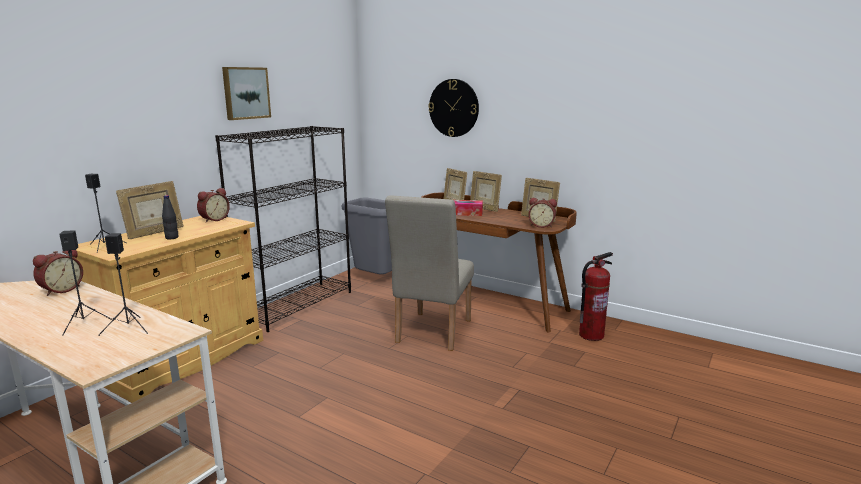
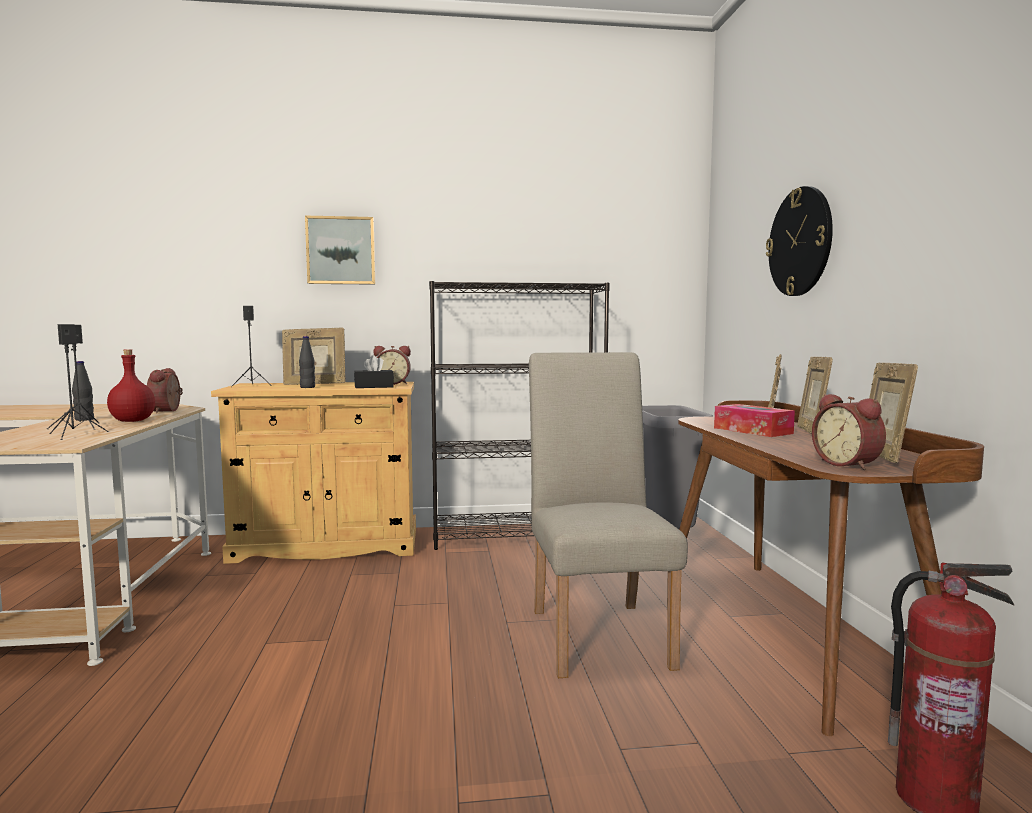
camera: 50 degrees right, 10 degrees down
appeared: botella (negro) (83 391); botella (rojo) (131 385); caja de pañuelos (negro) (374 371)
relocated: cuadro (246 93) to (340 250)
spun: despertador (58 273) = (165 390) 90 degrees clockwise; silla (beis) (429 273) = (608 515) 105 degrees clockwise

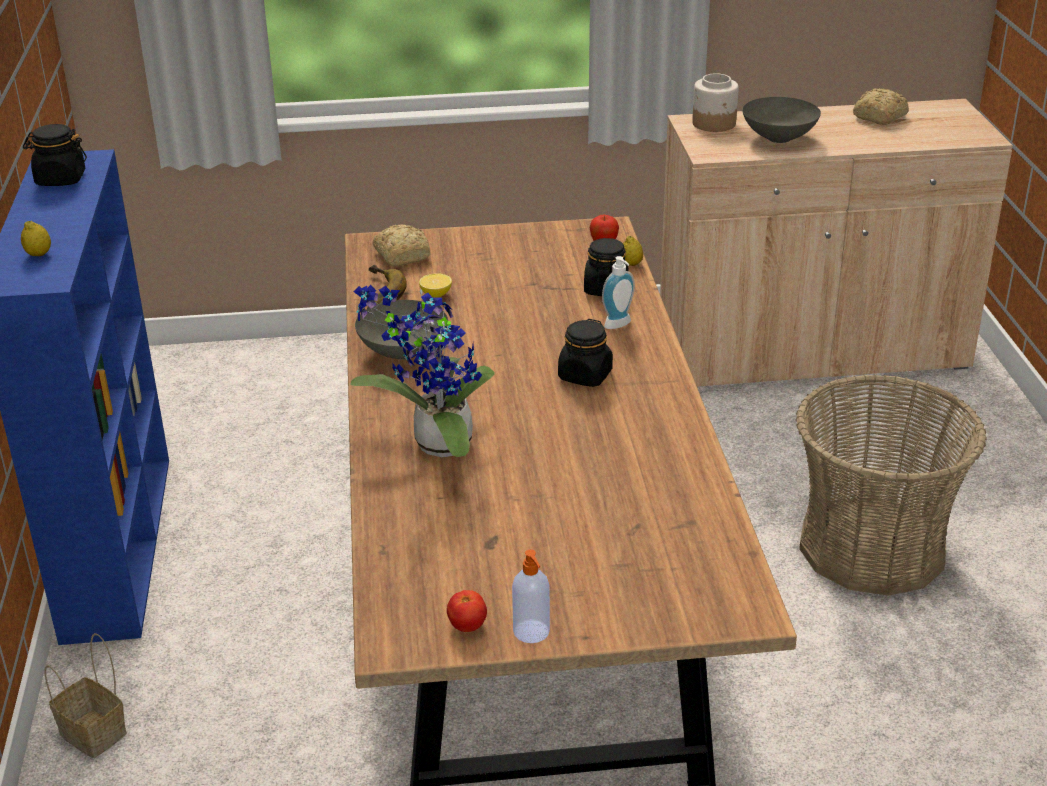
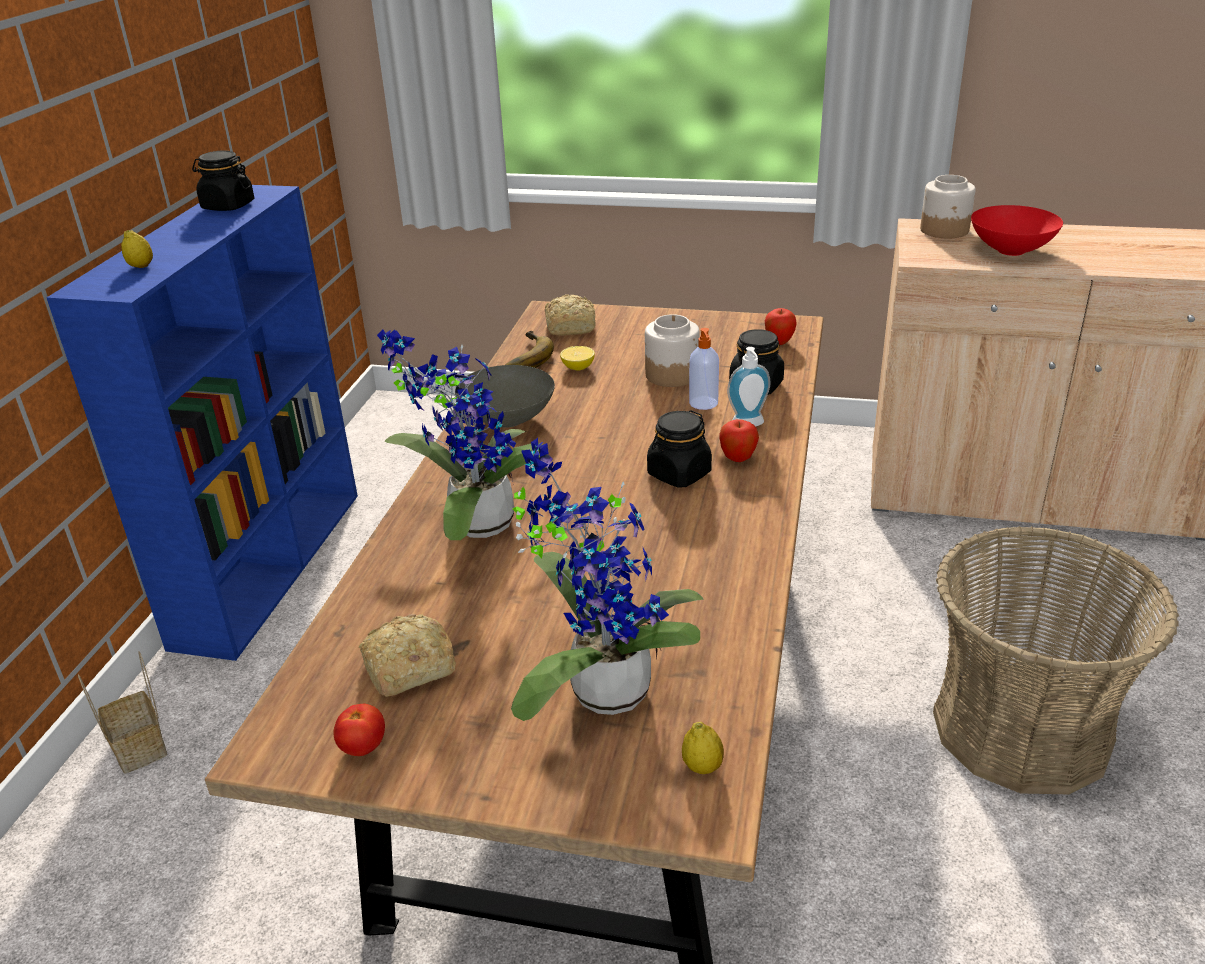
camera: 20 degrees right, 0 degrees up
appeared: planta en maceta (607 579); tarro (672 350); manzana (739 440)
relocated: dispensador de jabón (531 596) to (704 369); limón (633 251) to (703 748); pan (881 106) to (407 655)
colour: cuenco (gris) (781 120) to cuenco (rojo) (1017 230)

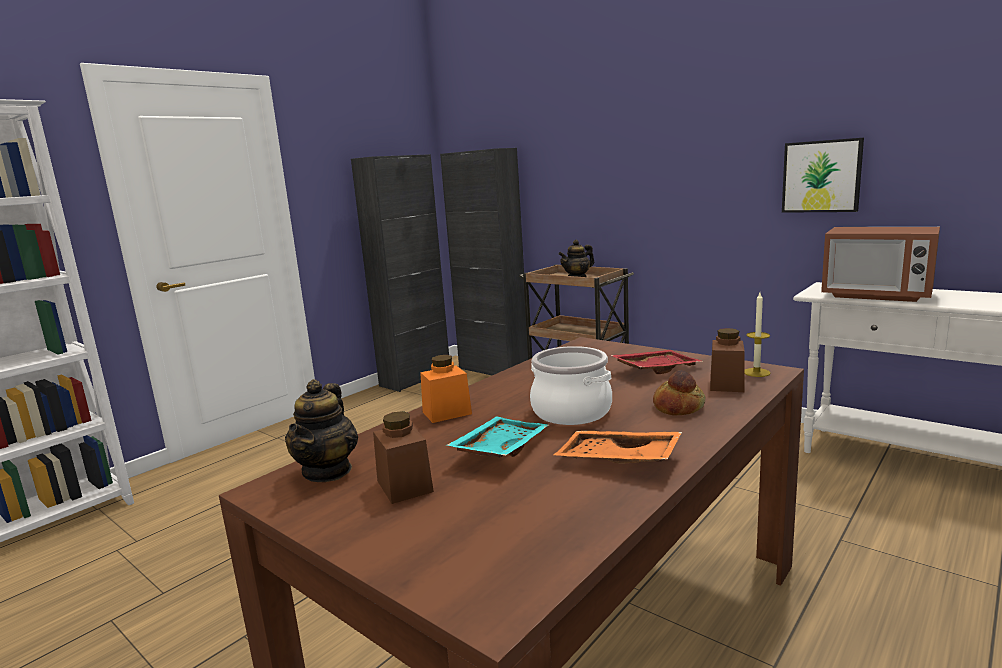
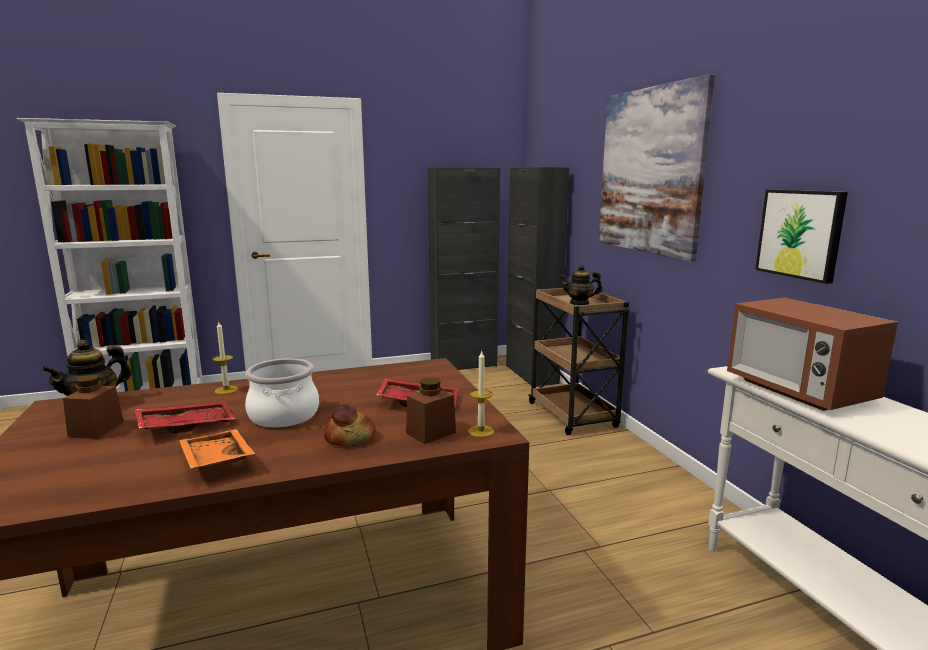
camera: 30 degrees right, 0 degrees up
appeared: cuadro (657 168)
exchanged: tarro (naranja) (446 389) to vela (225 358)
colour: bandeja (turquesa) (497 436) to bandeja (rojo) (185 417)

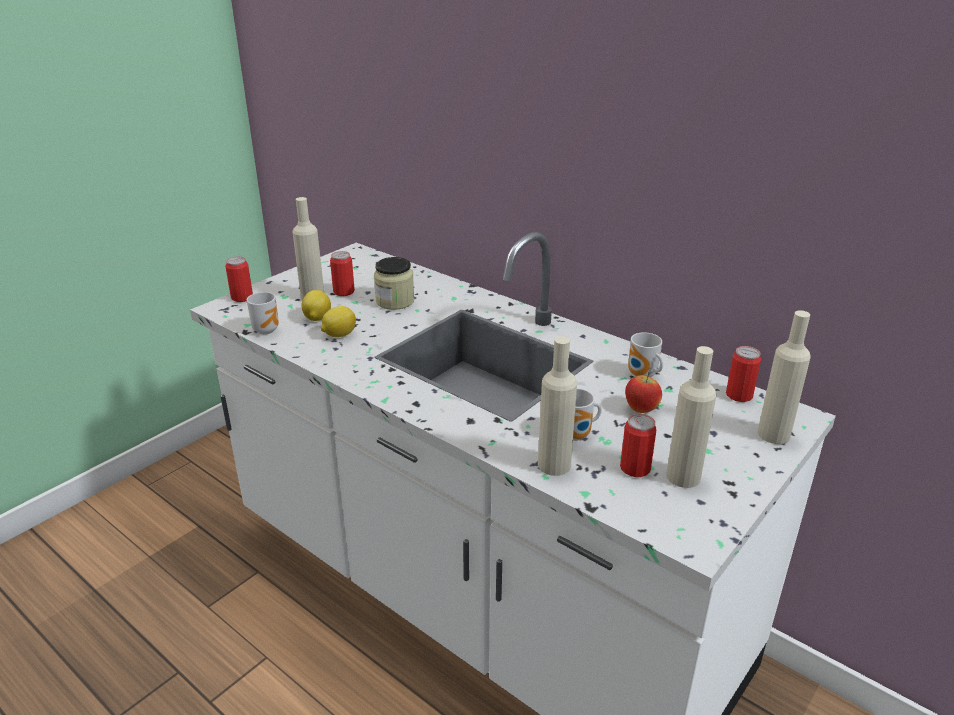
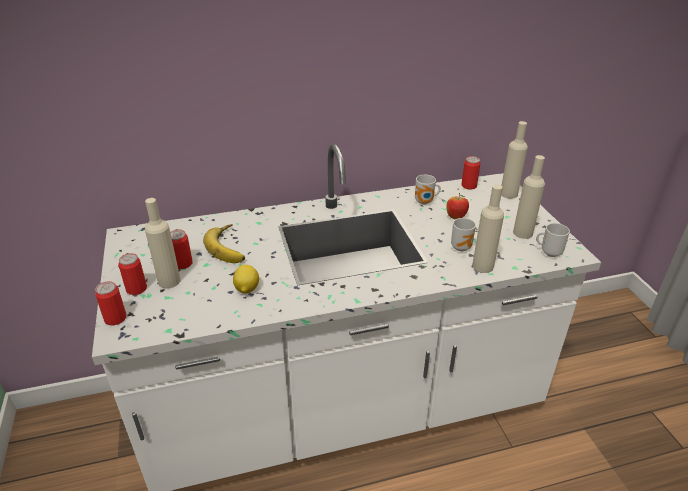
camera: 55 degrees left, 5 degrees up
missing: limón (316 305)
relocated: taza grande (263 313) to (553 240); lata (638 445) to (132 274)
exchanged: tarro (394 283) to plátano (224 243)

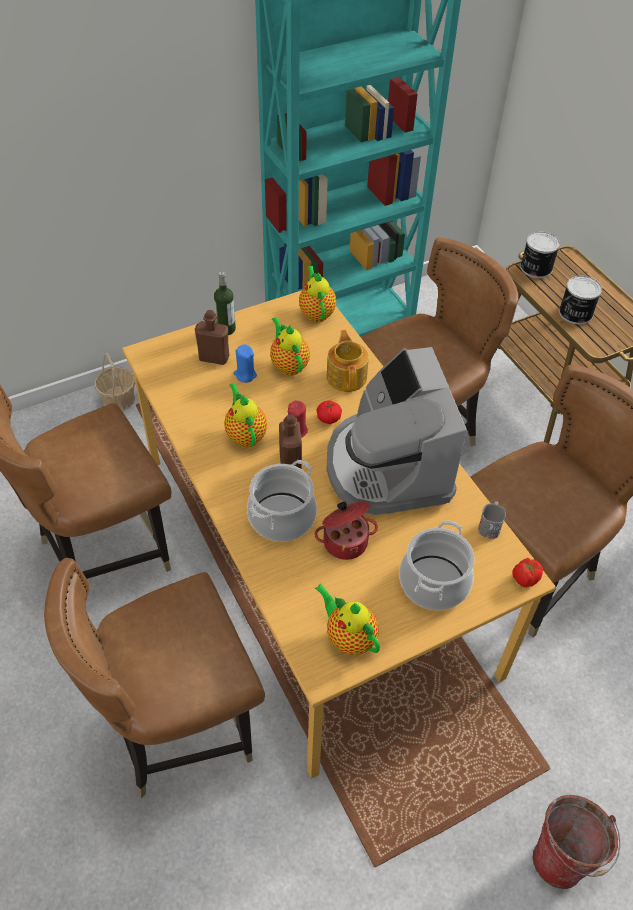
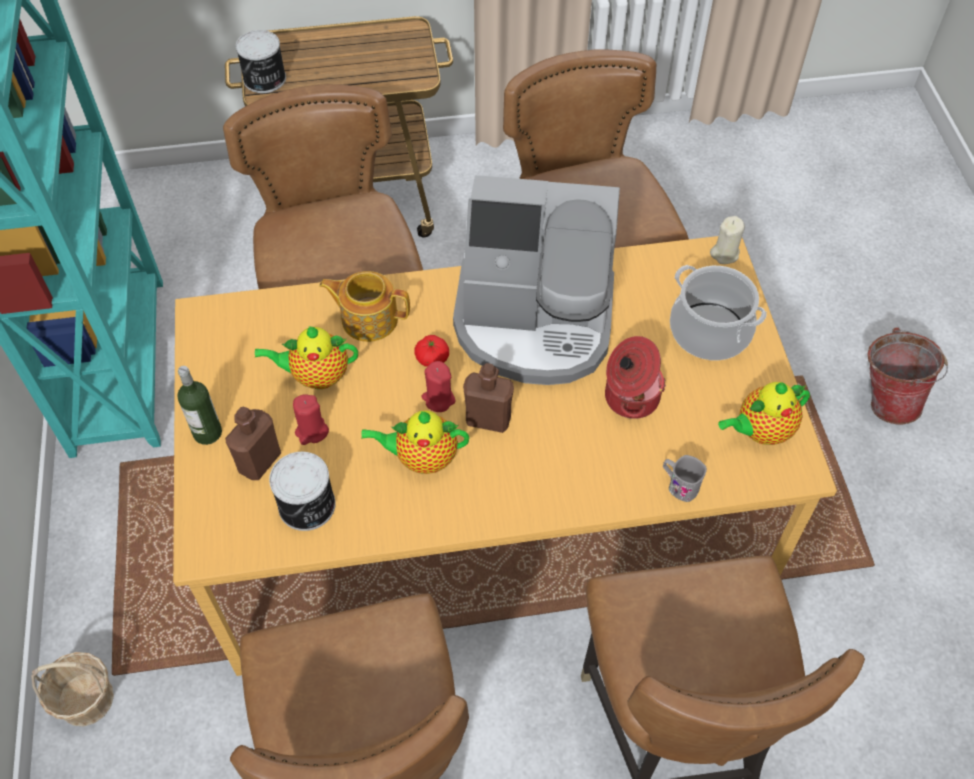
camera: 70 degrees left, 5 degrees up
missing: olla (282 501); tetera (317 294)
relocated: taza grande (gris) (492 520) to (685 478); lata (580 300) to (302 491)
exchanged: tomate (527 572) to vela (beis) (727 240)
colour: vela (azul) (245 364) to vela (rojo) (311 419)

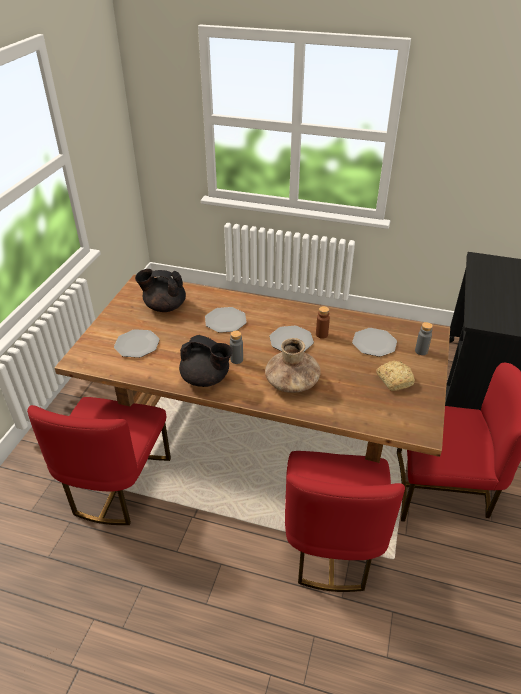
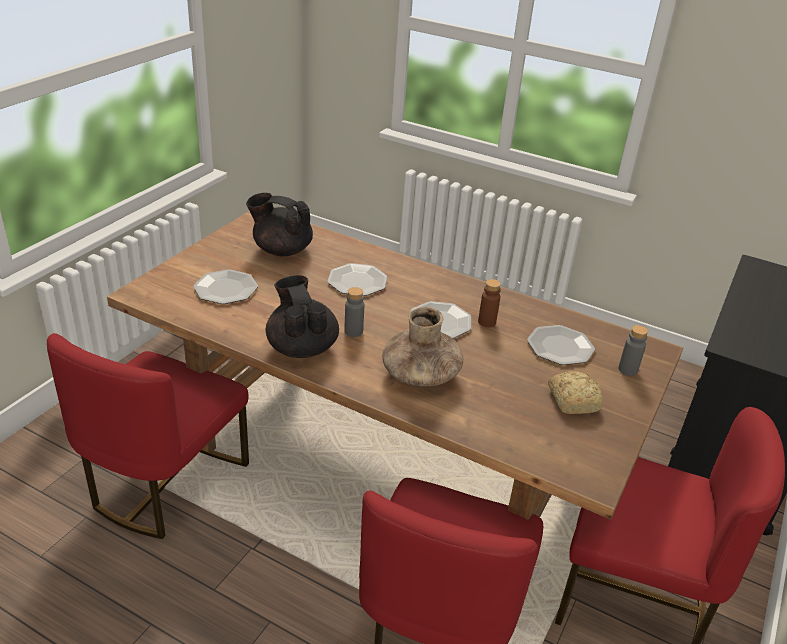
camera: 10 degrees right, 5 degrees down
spun: tetera (negro) (206 361) = (302 316) 150 degrees counterclockwise

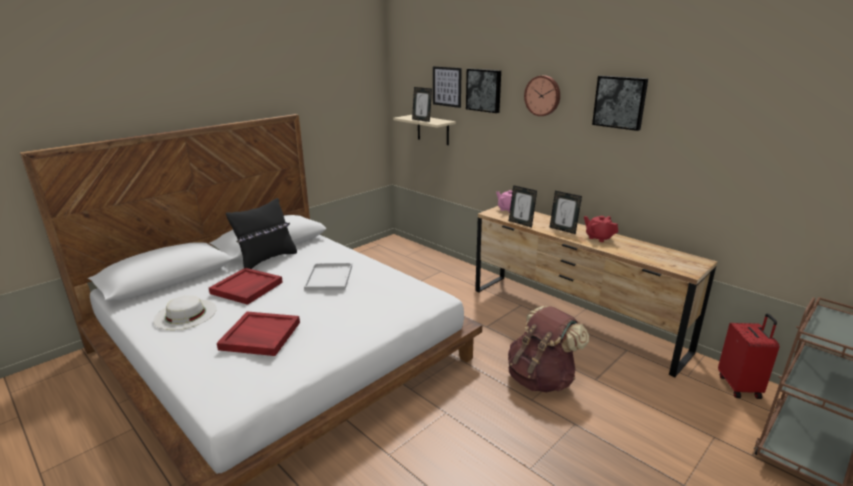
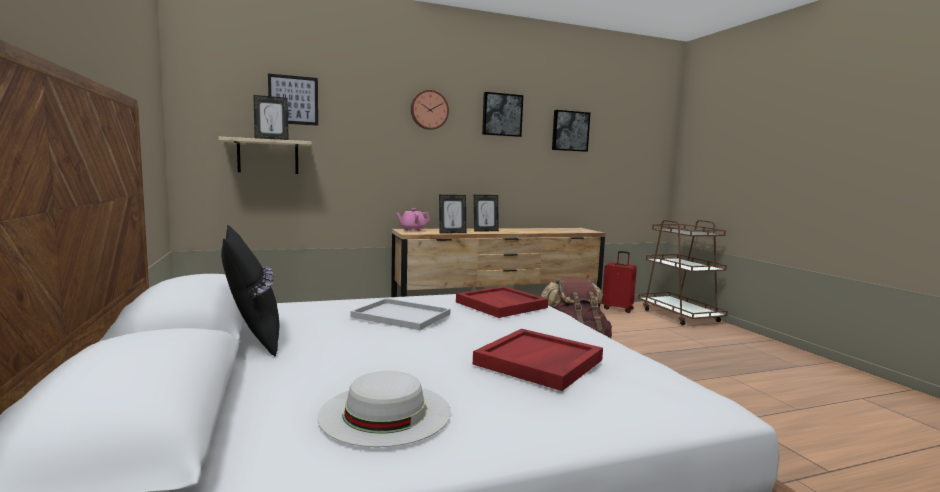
camera: 65 degrees left, 15 degrees down
missing: tetera (rojo) (601 229)
relocated: bandeja (rojo) (246 286) to (502 302); cuadro (483 91) to (571 131)

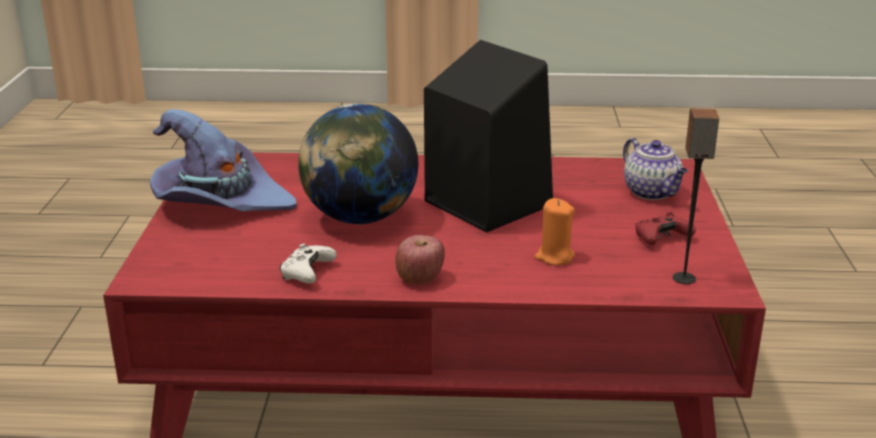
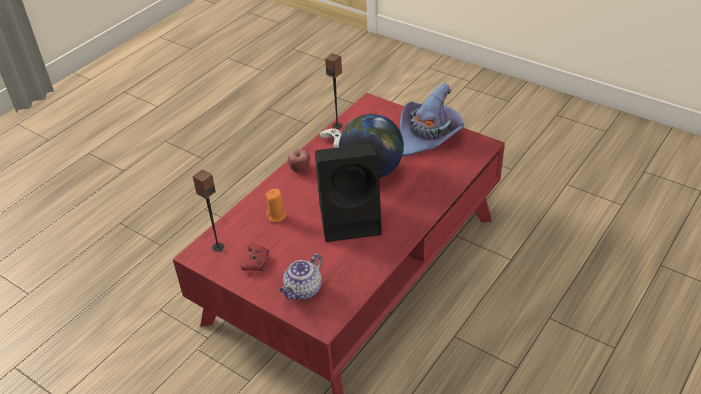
camera: 125 degrees right, 15 degrees up
appeared: altavoz (334 91)
spun: tetera (655 169) = (301 277) 60 degrees counterclockwise

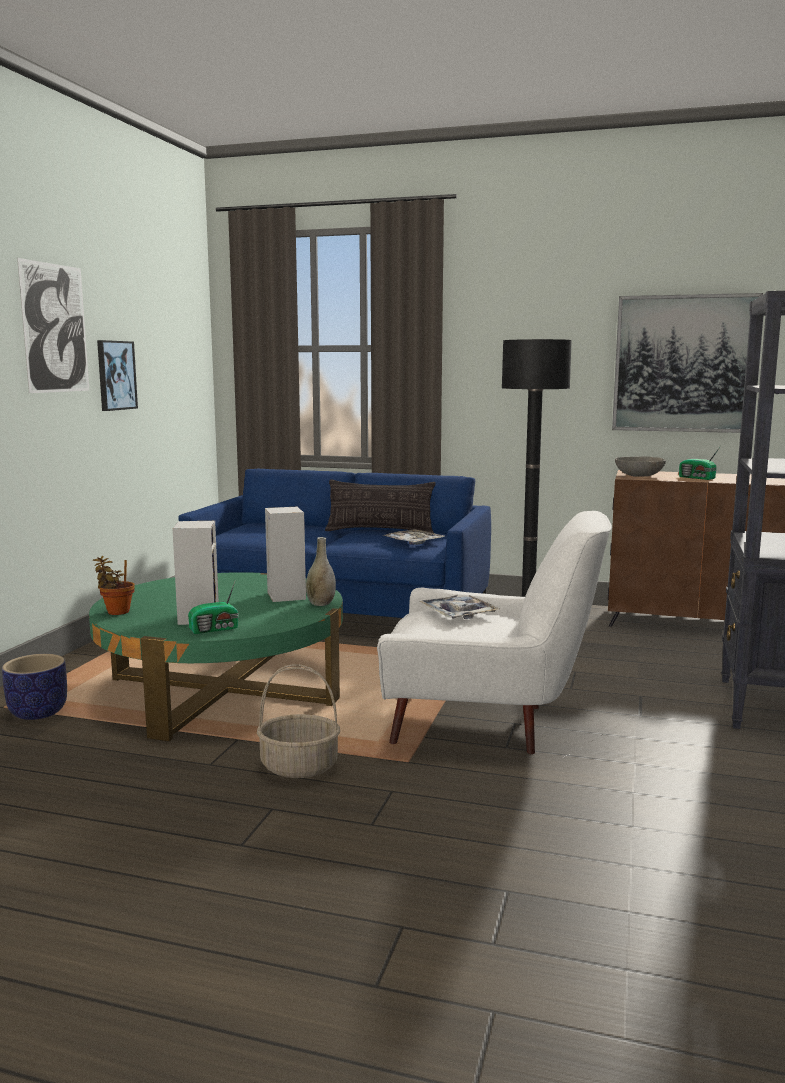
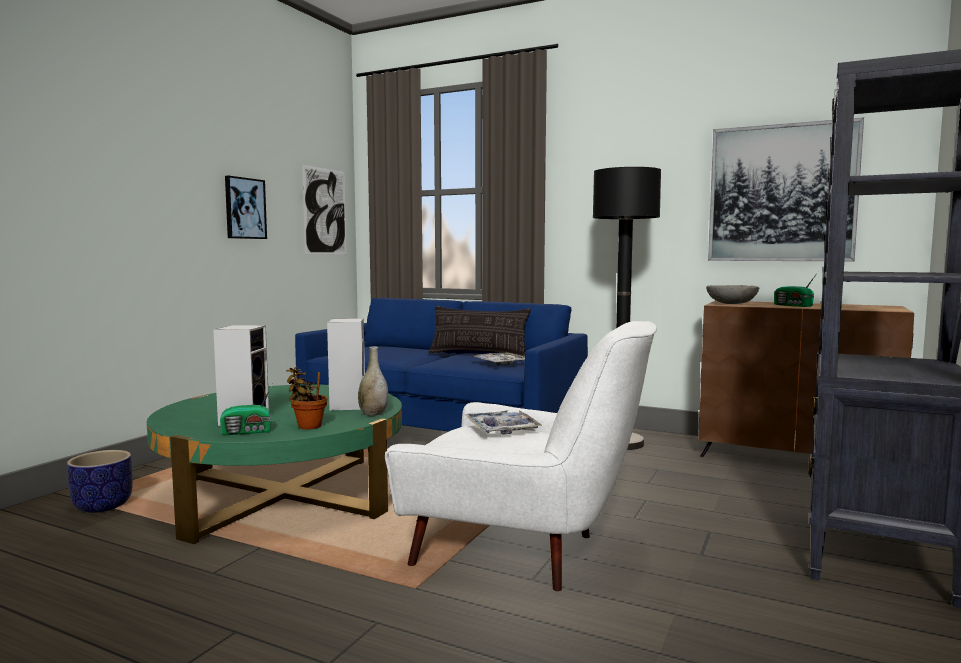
camera: 10 degrees right, 5 degrees down
missing: cesta (298 721)
relocated: cuadro (53 325) to (324 209); planta en maceta (114 585) to (306 398)

